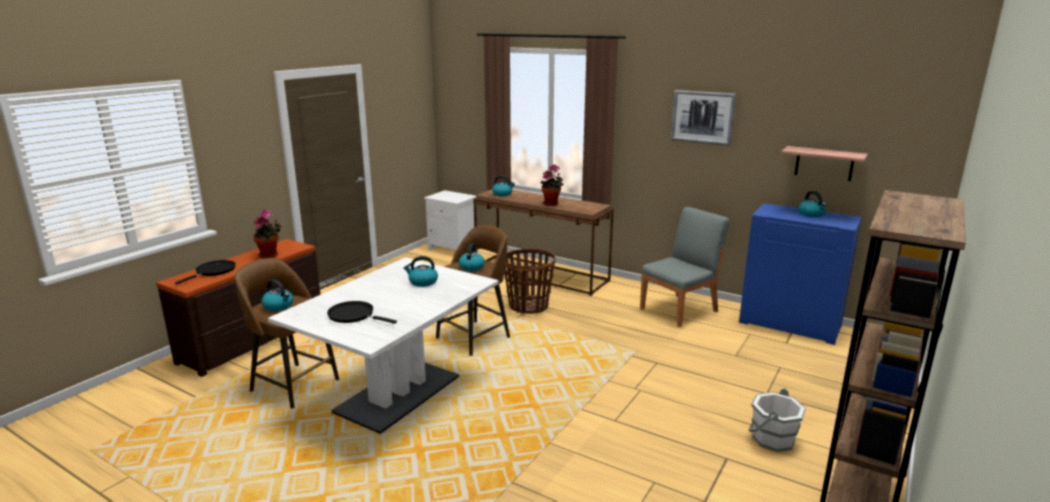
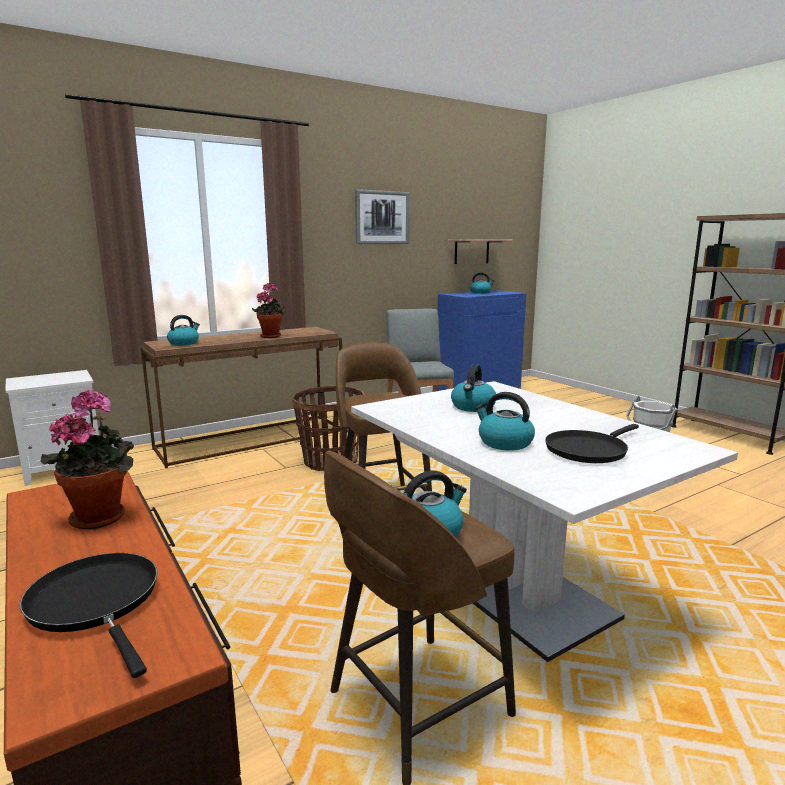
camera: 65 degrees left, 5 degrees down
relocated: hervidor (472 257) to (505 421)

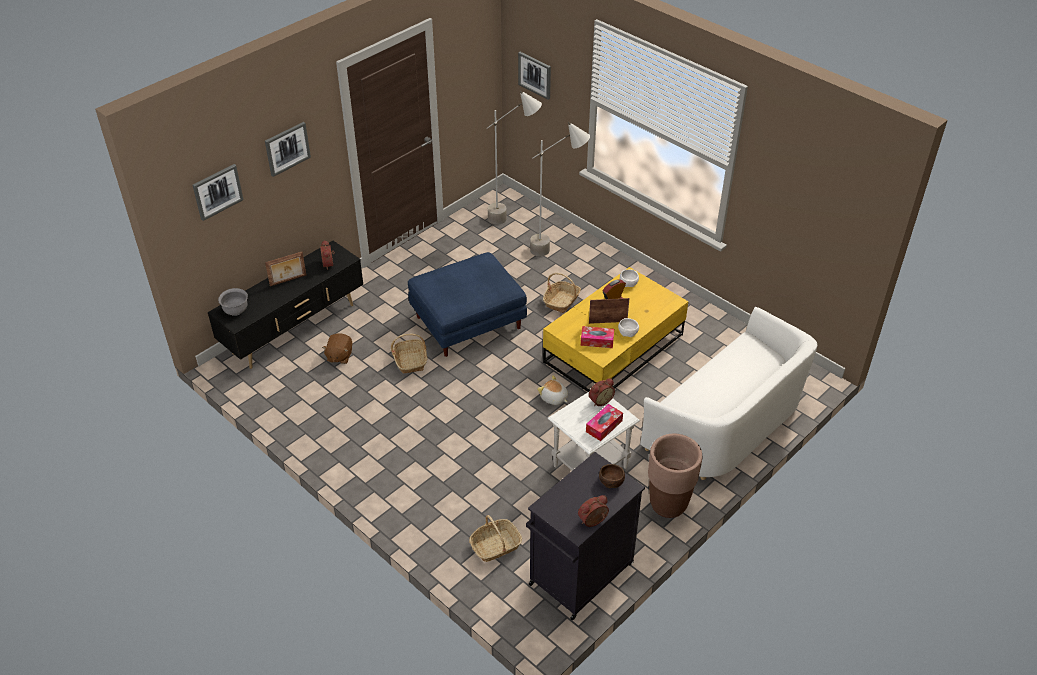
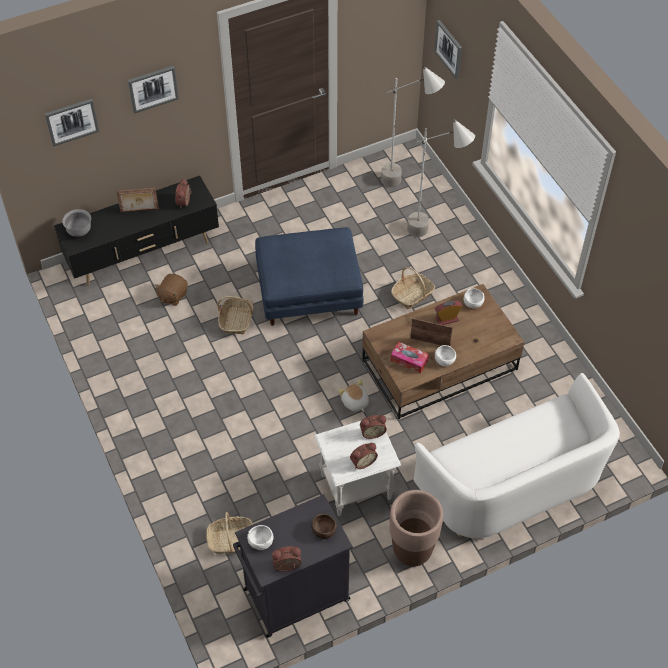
camera: 20 degrees right, 10 degrees up
appeared: cuenco (blanco) (260 537)
exchanged: caja de pañuelos (604 422) to despertador (364 456)
colour: mesa de centro (amarillo) (615 329) to mesa de centro (marrón) (443 351)

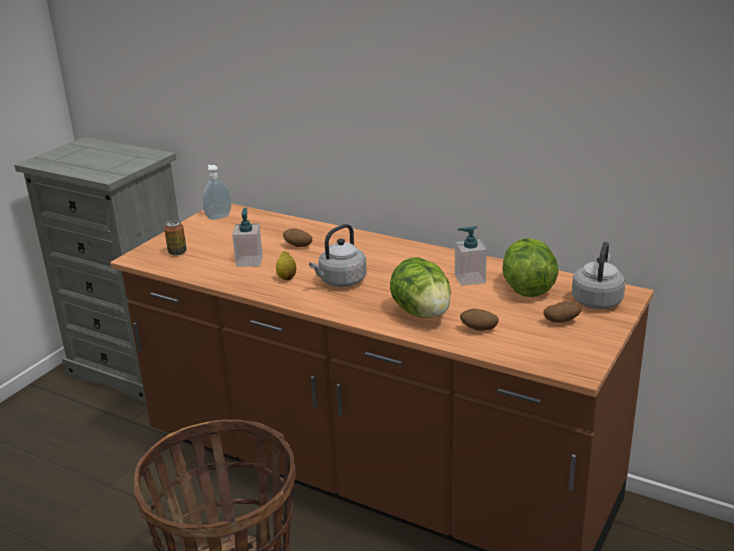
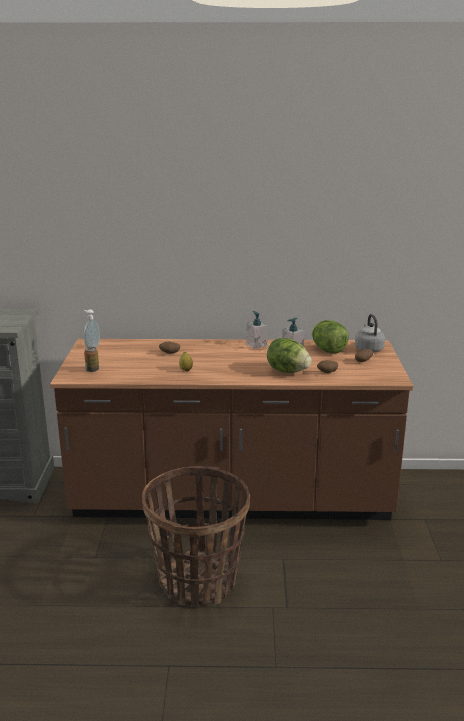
camera: 30 degrees left, 5 degrees down
missing: hervidor (gris) (338 255)
relocated: dispensador de jabón (247 237) to (257 330)

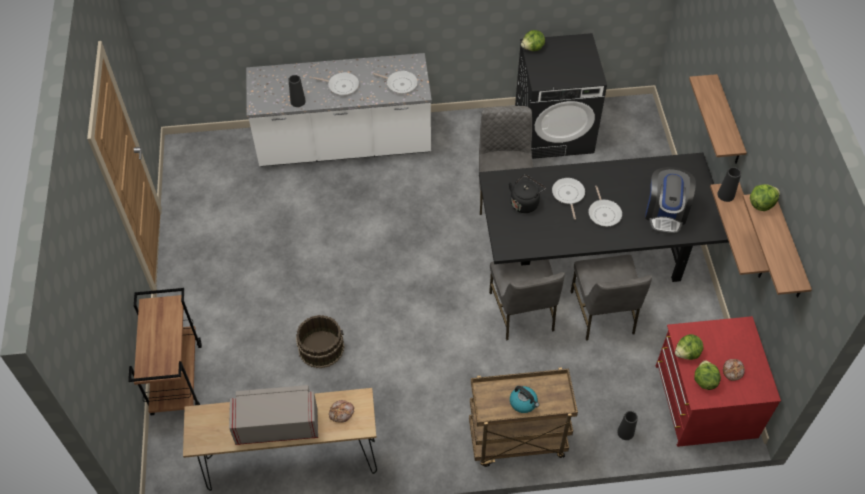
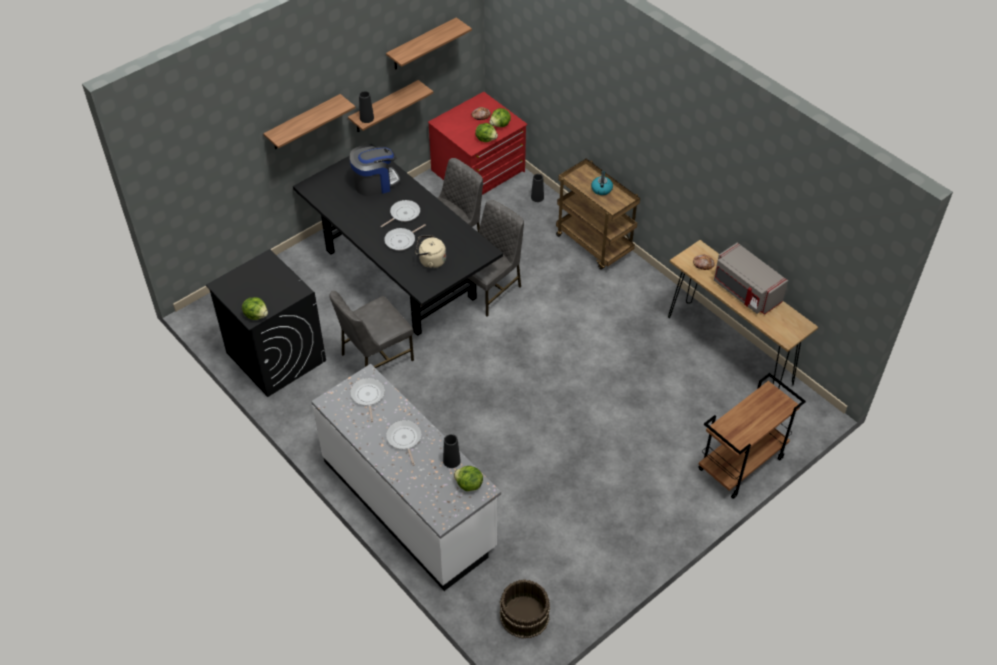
camera: 125 degrees left, 5 degrees down
relocated: cubo (marrón) (320 341) to (525 609); lechuga (765 197) to (468 478)
colour: hervidor (negro) (527 193) to hervidor (beis) (430 252)

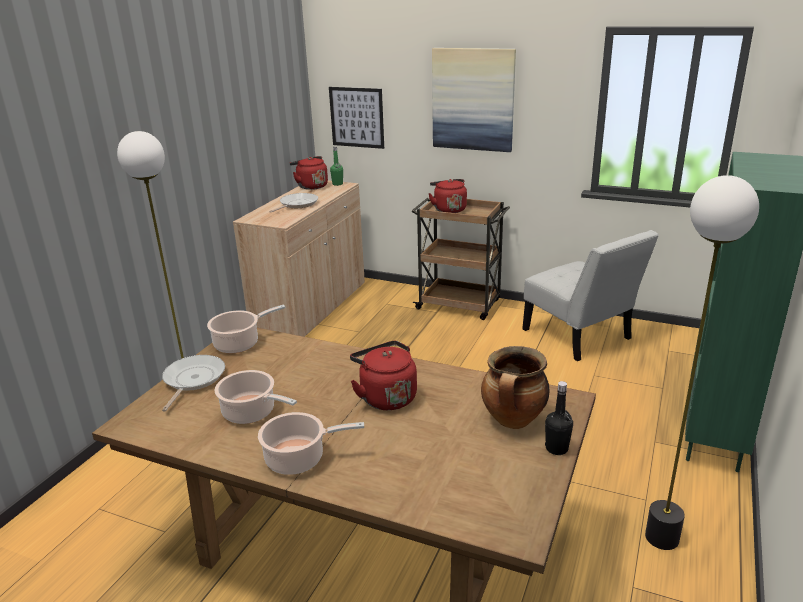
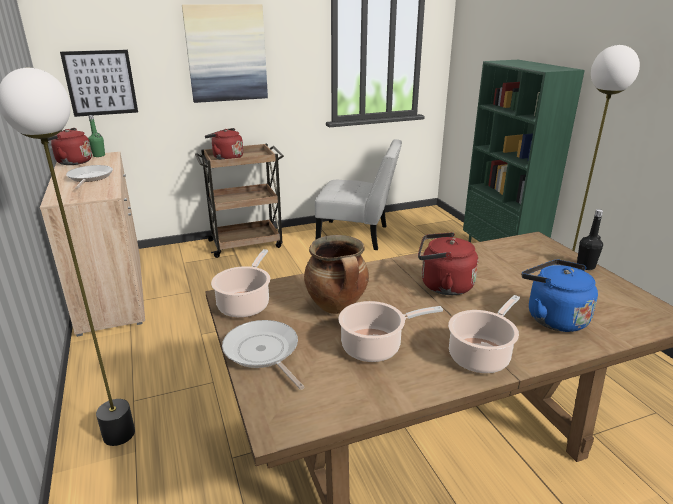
camera: 45 degrees left, 0 degrees up
appeared: hervidor (azul) (560 296)
relocated: olla (515 387) to (336 274)

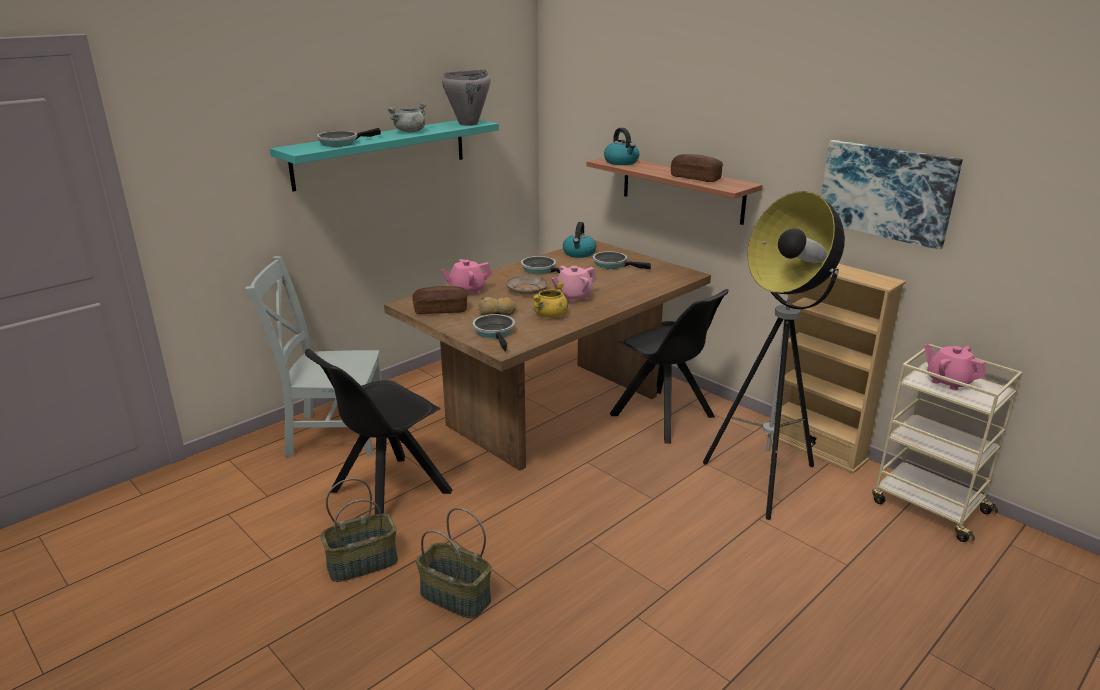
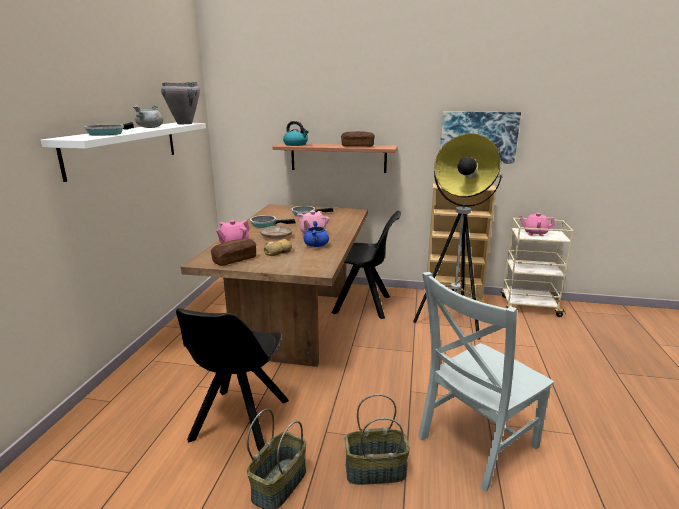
camera: 35 degrees left, 5 degrees down
missing: sartén (494 332); hervidor (579 240)
relocated: silla (gris) (313 356) to (486 382)
colour: estante (turquesa) (384 156) to estante (blanco) (123 152); olla (amarillo) (550 300) to olla (azul) (316 234)

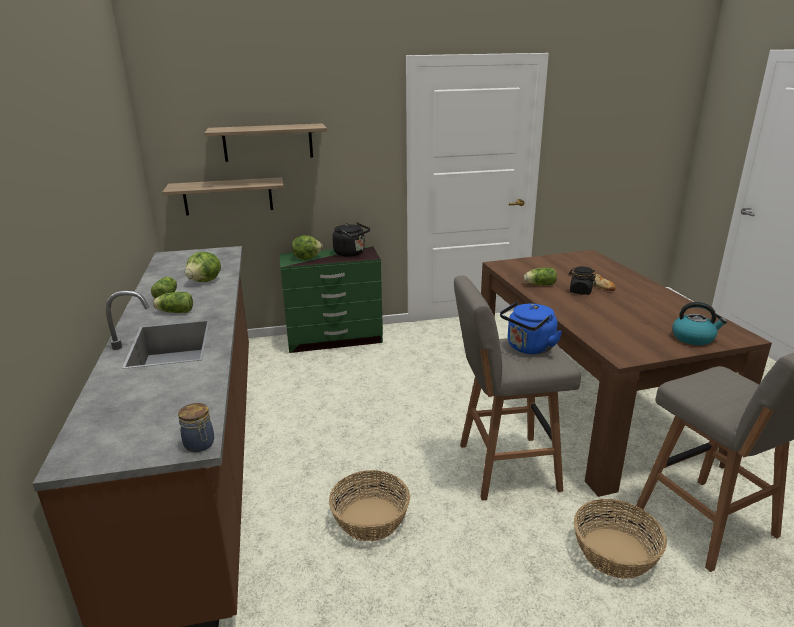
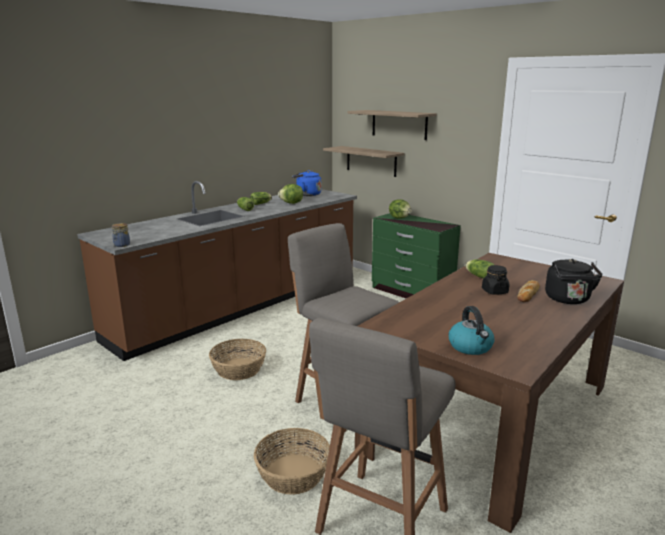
camera: 55 degrees right, 5 degrees down
relocated: hervidor (negro) (351 239) to (573 281); hervidor (azul) (531 327) to (306 183)

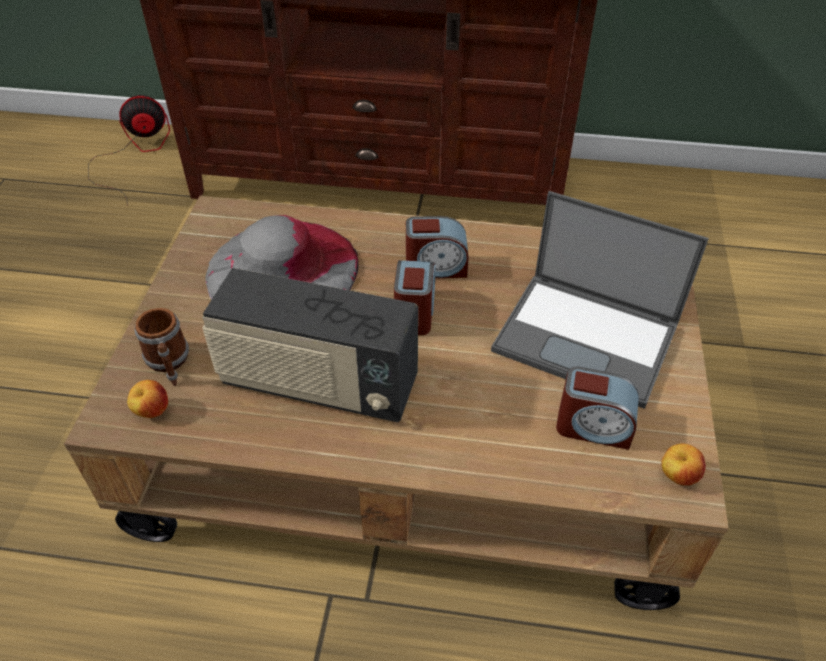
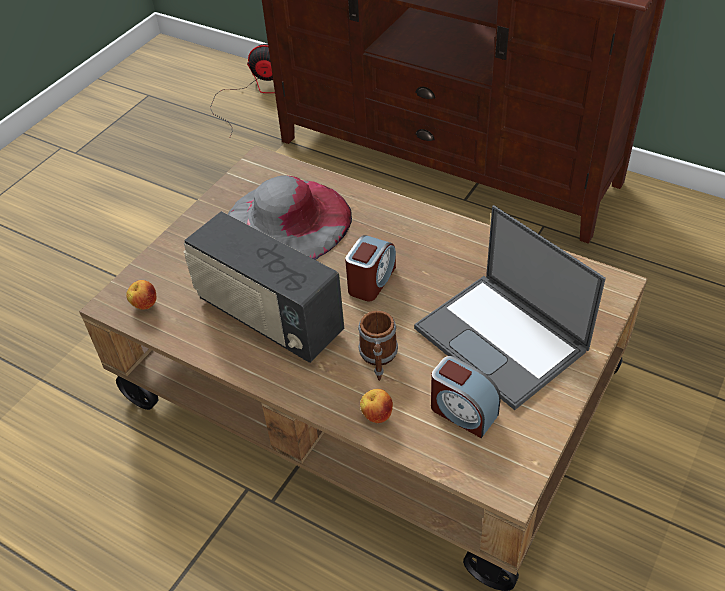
camera: 25 degrees right, 0 degrees up
missing: despertador (437 247)
relocated: taza grande (161 347) to (378 345); manzana (683 464) to (376 406)

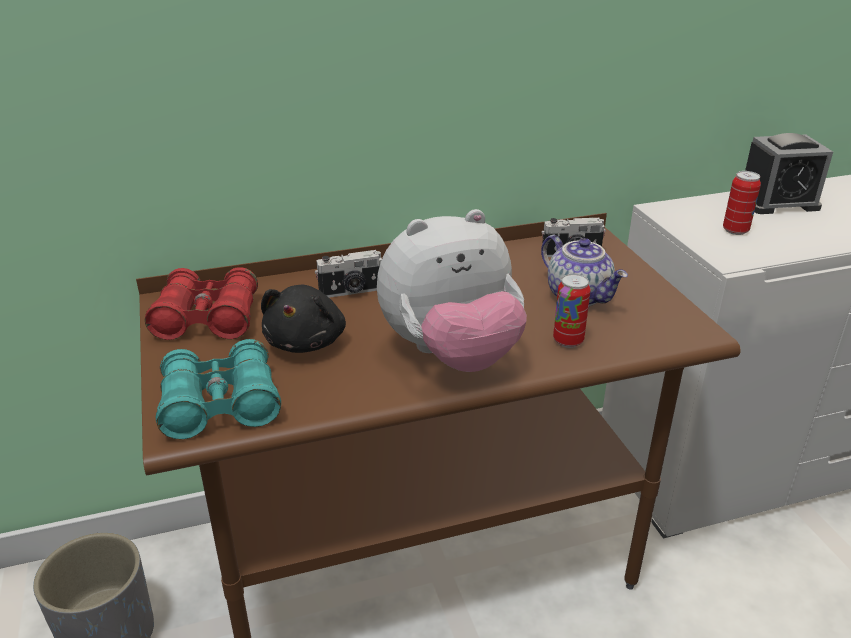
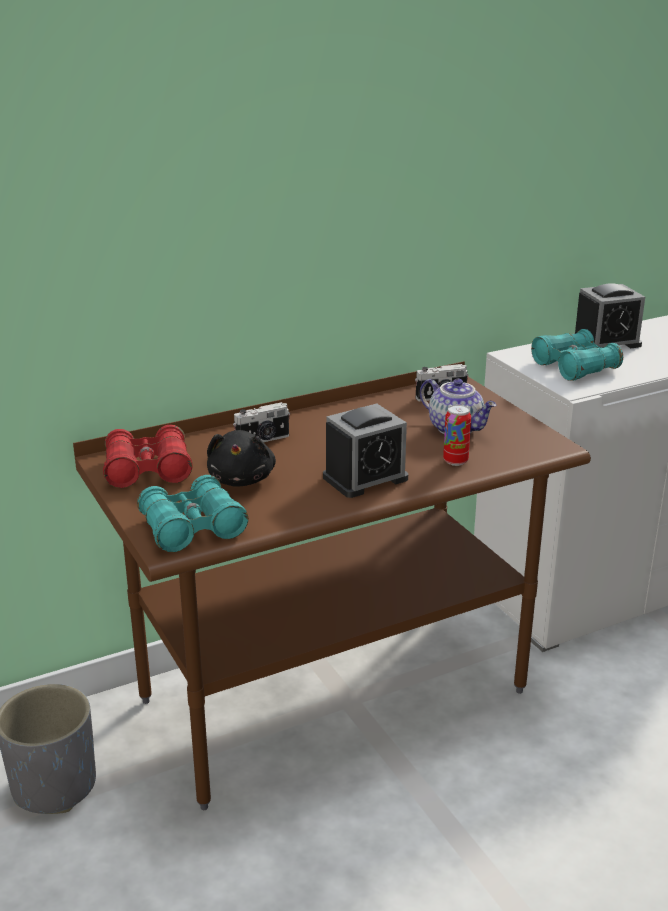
camera: 10 degrees left, 5 degrees down
exchanged: peluche (452 290) to despertador (365 451); lata (742 203) to prismáticos (turquesa) (577 355)

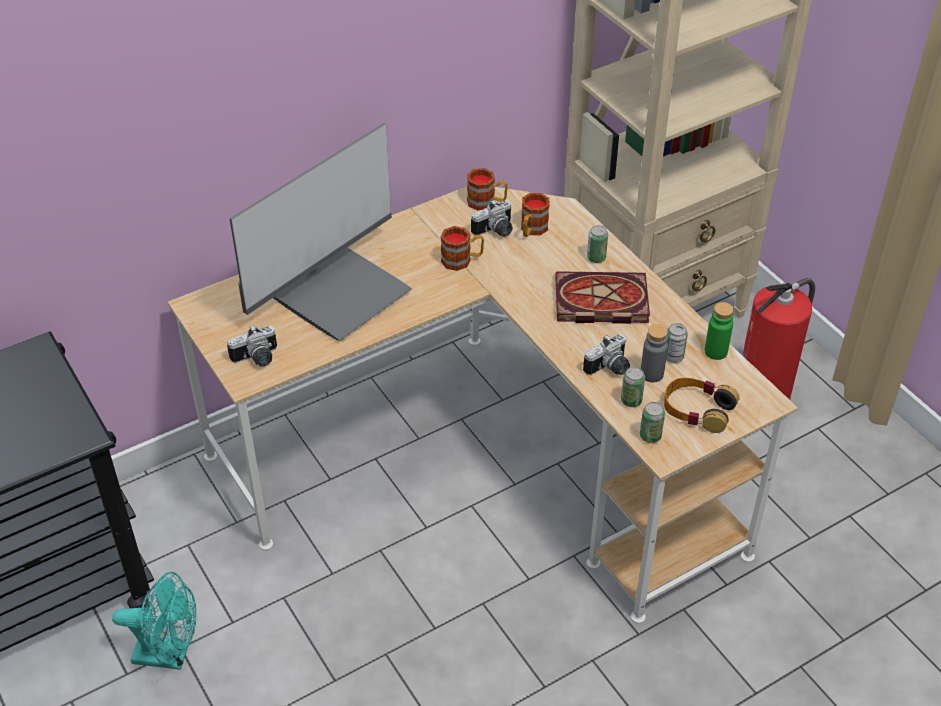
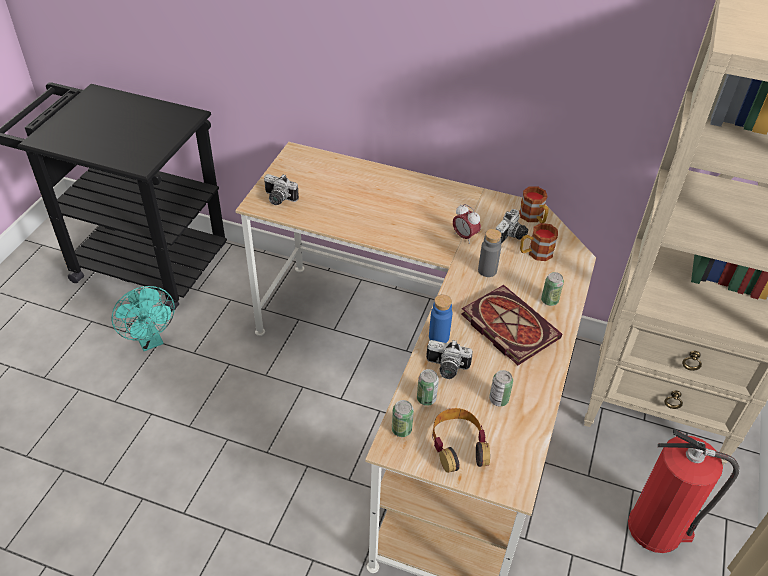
camera: 50 degrees right, 0 degrees up
missing: monitor (321 232); botella (verde) (719 331)
appeared: botella (azul) (440 319)
relocated: botella (gris) (654 353) to (490 253)
exchanged: taza grande (462 248) to despertador (467 224)
spun: cámara (492 218) = (512 226) 75 degrees counterclockwise

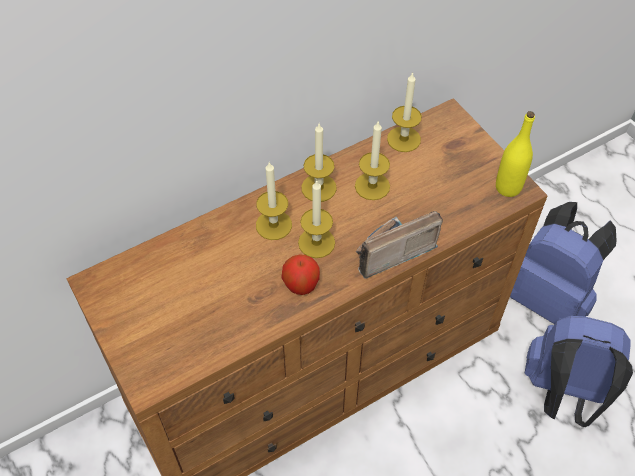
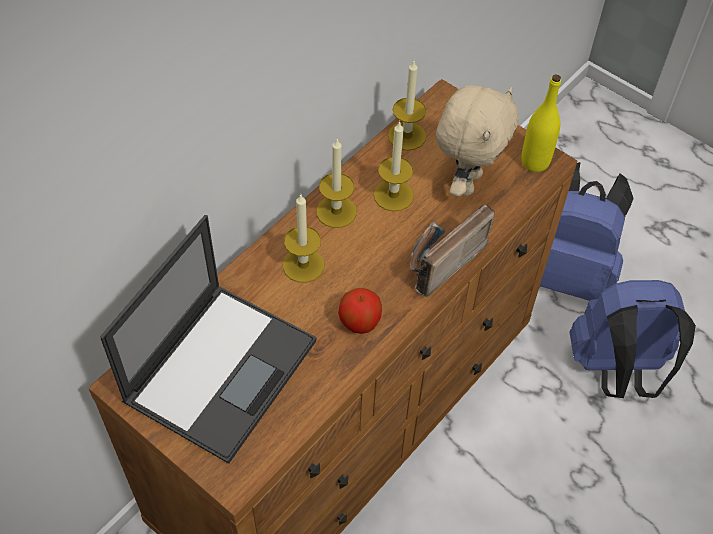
camera: 20 degrees left, 0 degrees up
missing: vela (316 219)
appeared: portátil (208 339); peluche (beis) (477 141)

